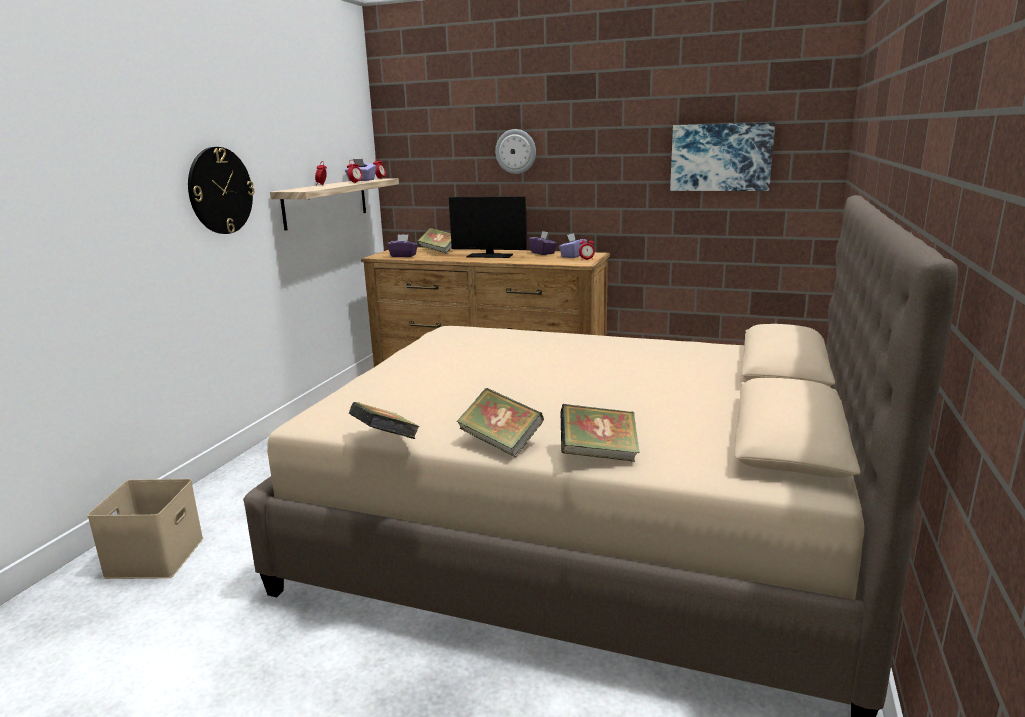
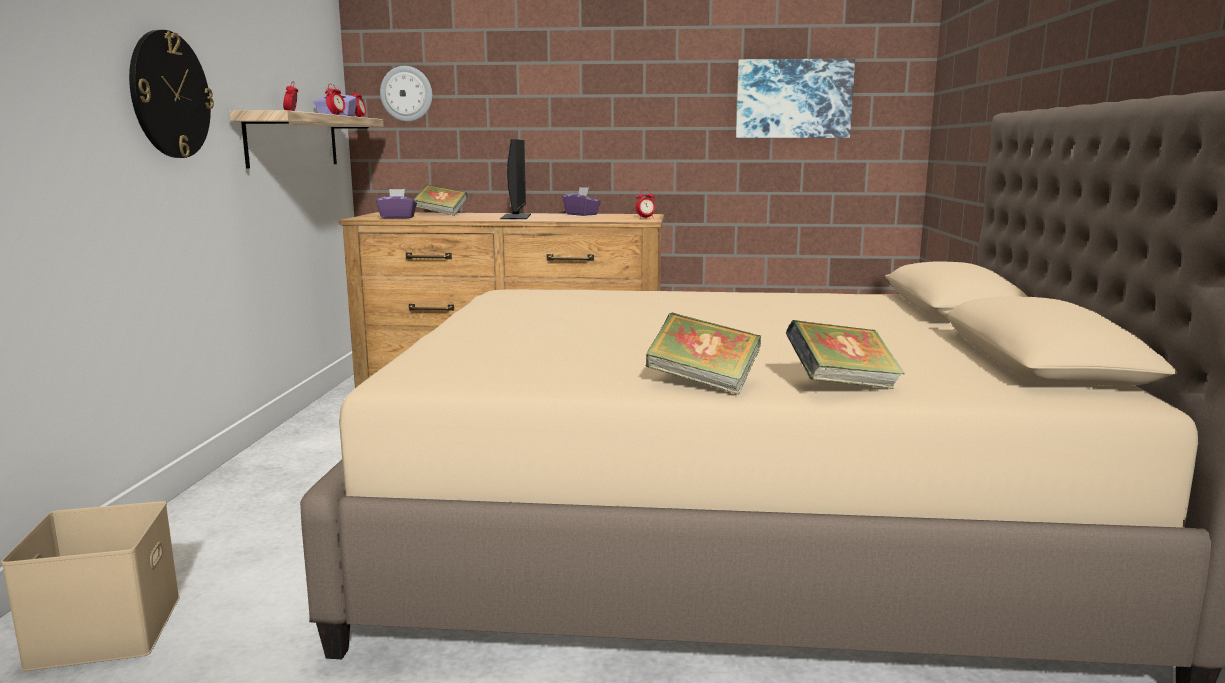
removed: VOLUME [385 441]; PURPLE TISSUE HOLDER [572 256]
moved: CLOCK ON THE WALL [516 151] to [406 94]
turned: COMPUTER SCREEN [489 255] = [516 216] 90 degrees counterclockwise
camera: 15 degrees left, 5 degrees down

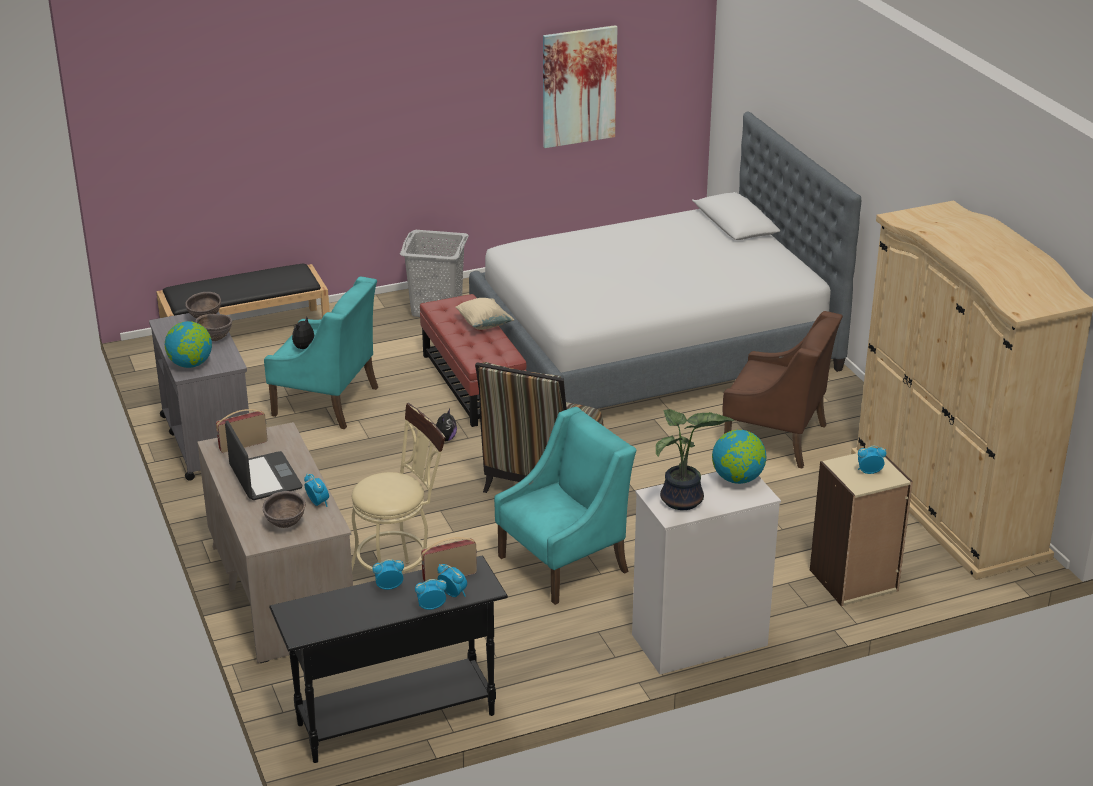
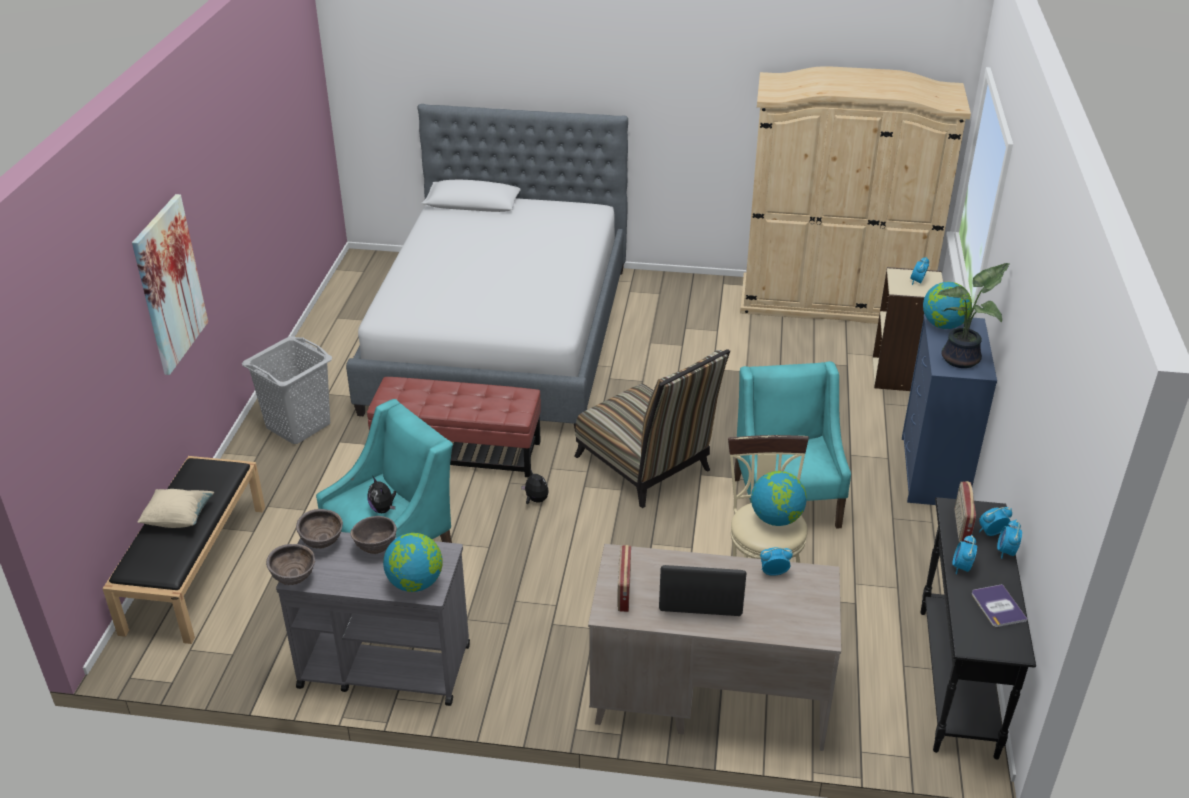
removed: BROWNISH ARMCHAIR [776 438]
added: DESK GLOBE [776 519]; VOLUME [998 606]
moved: BROWNISH DEEP DISH [285 525] to [294 579]; SAND-COLOURED PILLOW [484 324] to [178 519]; WALL ART [579 86] to [169 284]
recoloured: WHITISH DRESSER [698 640] to BLUE DRESSER [933 472]
camera: 60 degrees left, 5 degrees up

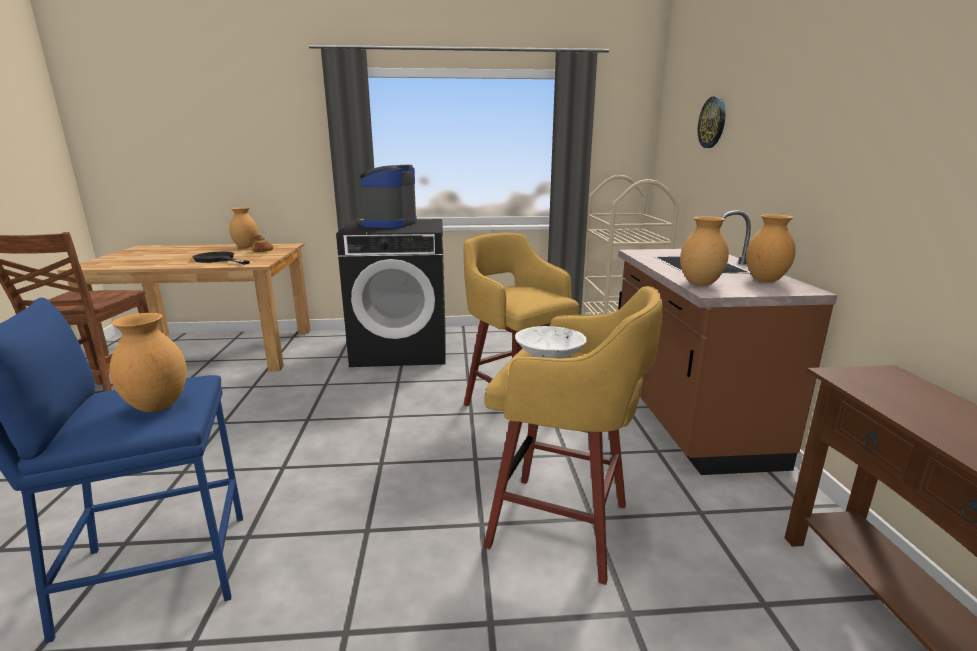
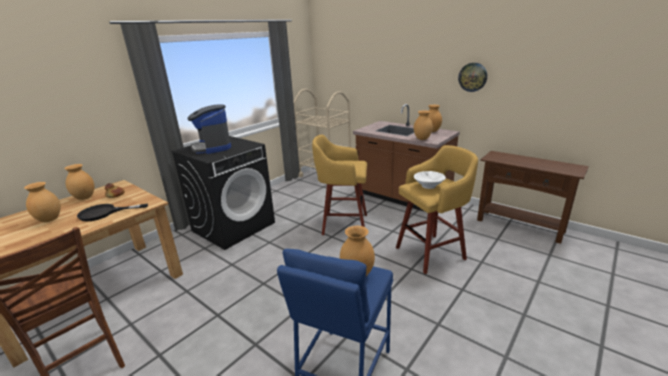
added: BROWNISH FLOWER VASE [50 219]
moved: CLOCK ON THE WALL [712 122] to [472 77]
camera: 45 degrees left, 5 degrees up

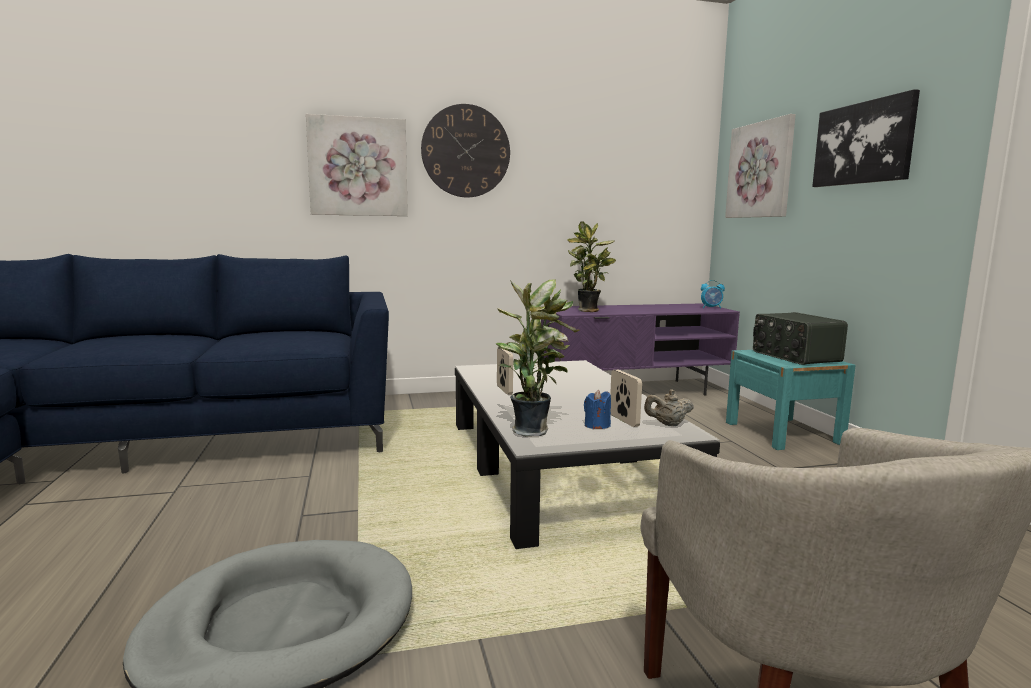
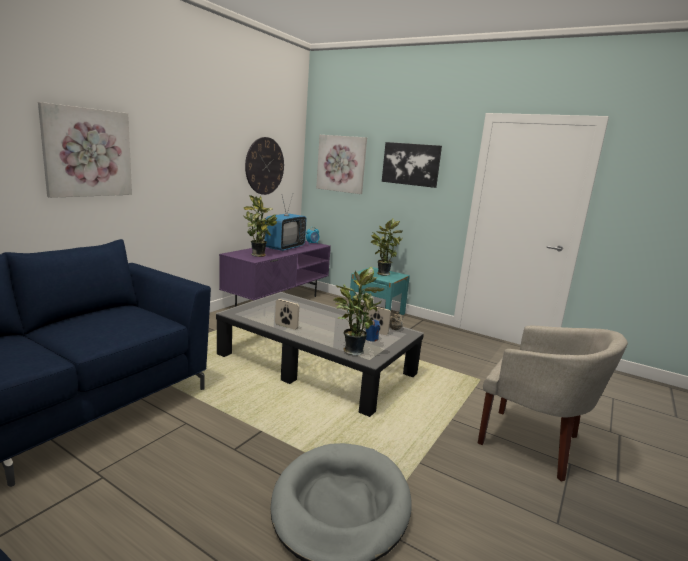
added: TELEVISION [284 248]
moved: CLOCK ON THE WALL [466 151] to [264 166]
replaced: RADIO SET [794 356] to HOUSEPLANT [382 273]
camera: 45 degrees left, 5 degrees up

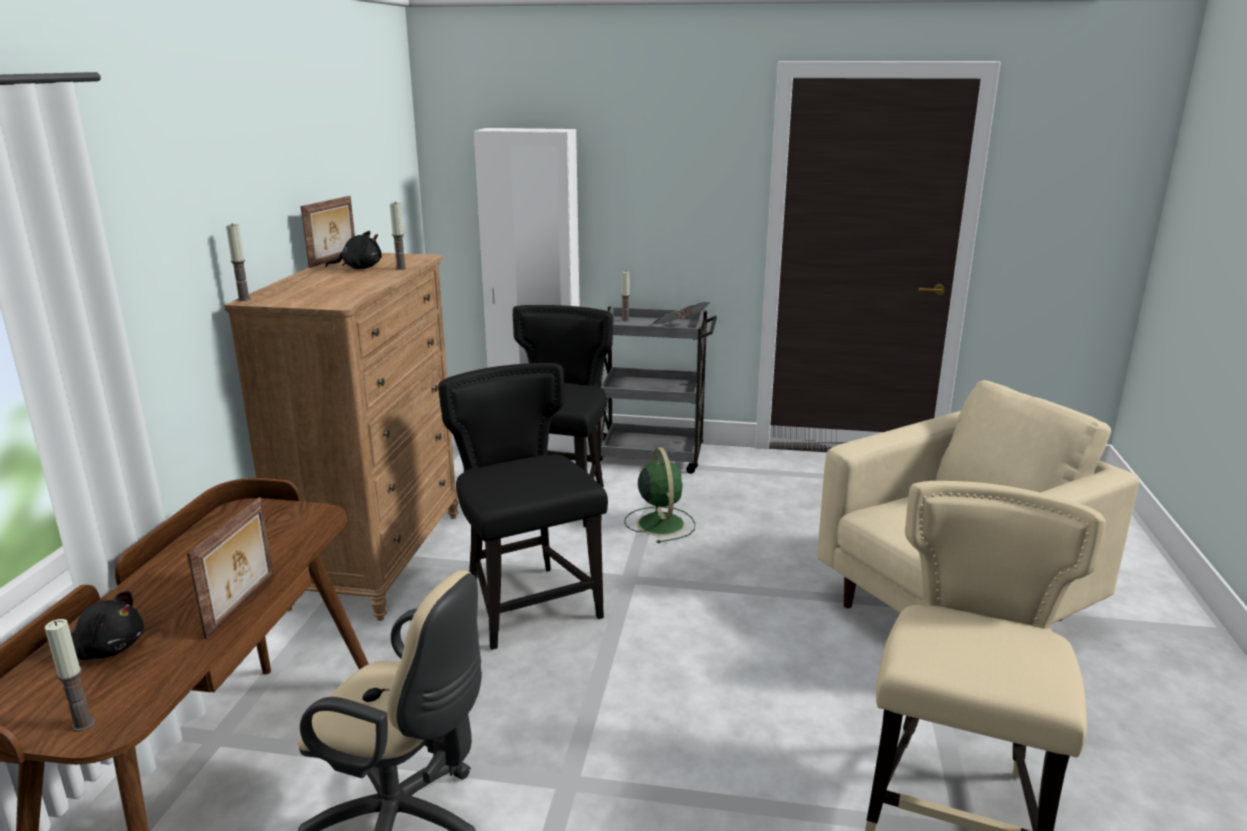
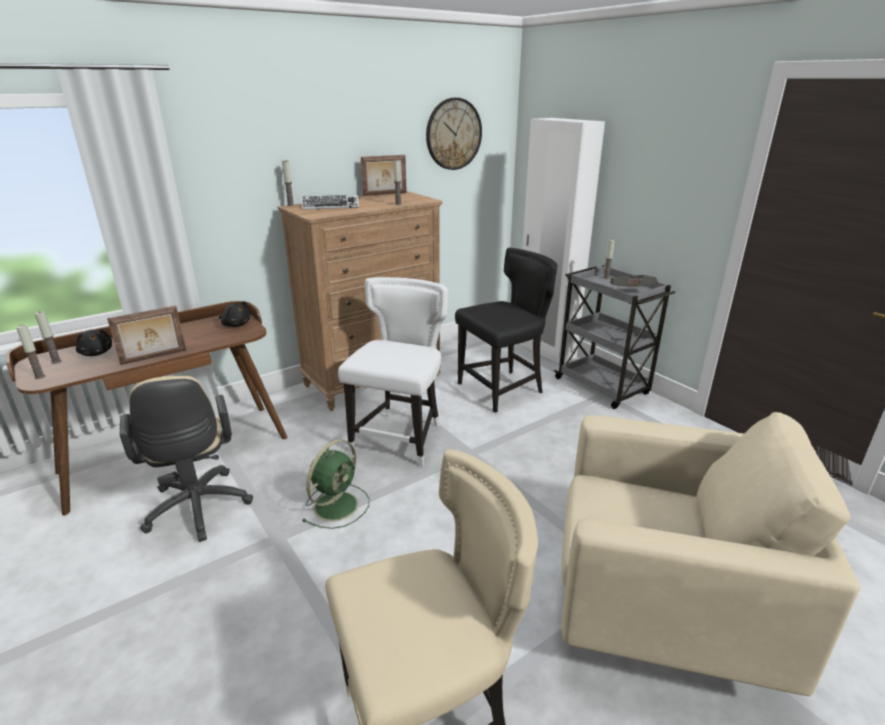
added: WAX LIGHT [56 361]; PC KEYBOARD [330 206]; CLOCK ON THE WALL [453 134]
moved: BLACKISH CUDDLY TOY [359 268] to [236 325]; GREEN-COLOURED COOLING FAN [660 523] to [337 504]
recoloured: BLACKISH CHAIR [528 603] to WHITISH CHAIR [400 438]
camera: 45 degrees right, 5 degrees up

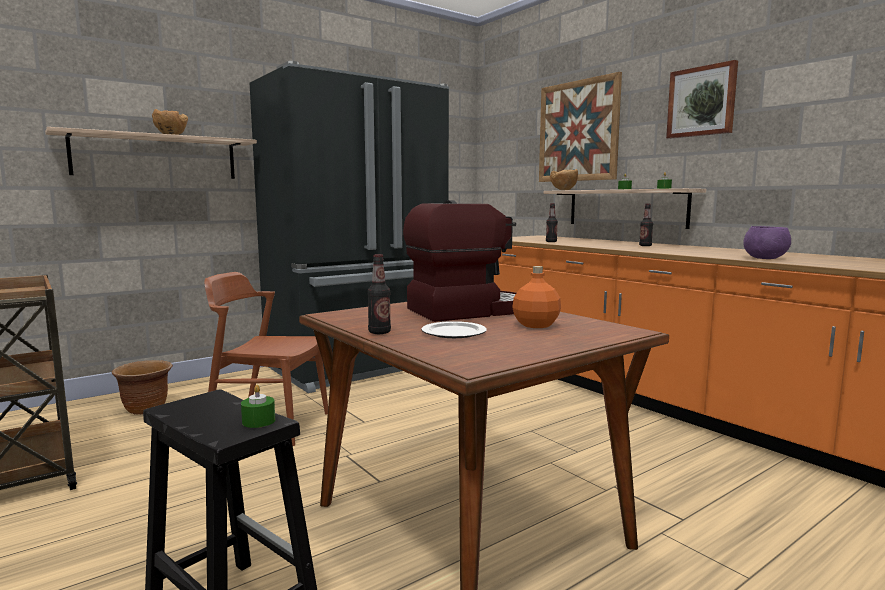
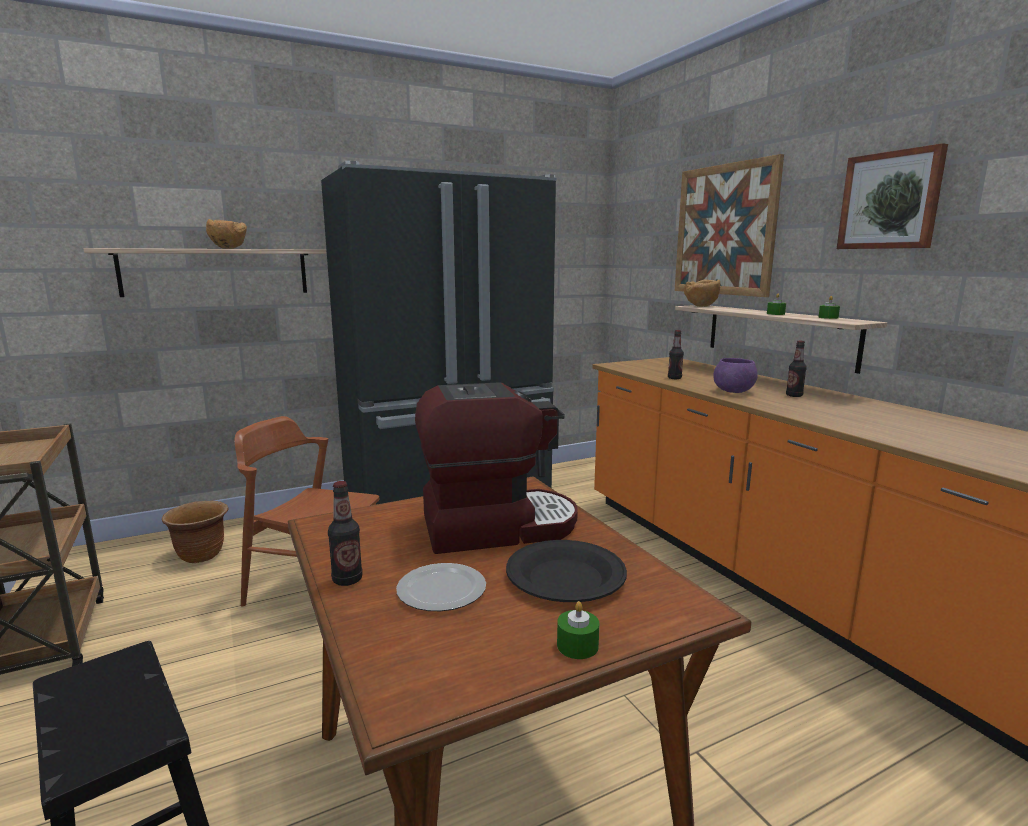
moved: GREEN-COLOURED WAX LIGHT [258 421] to [577 645]; PURPLE DEEP DISH [764 258] to [733 391]
replaced: ORANGE BOTTLE [536 325] to BLACKISH FLAT DISH [566 577]
camera: 10 degrees right, 5 degrees up

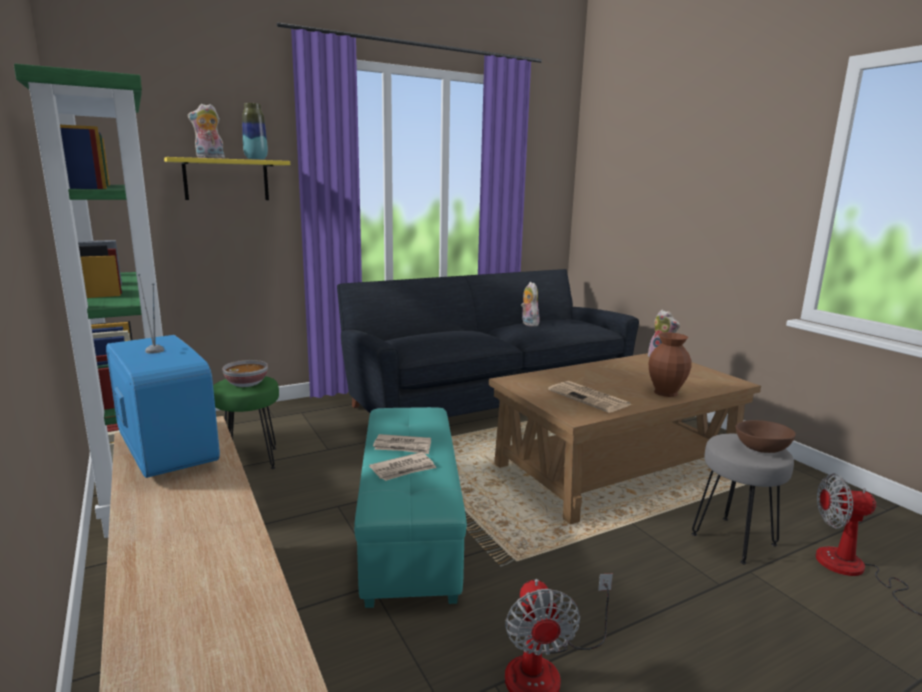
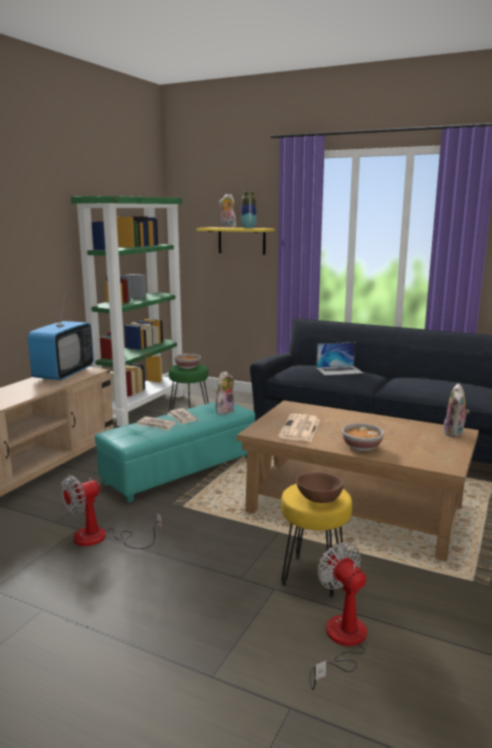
added: NOTEBOOK COMPUTER [339 370]
moved: CUDDLY TOY [528 324] to [224 410]
replaced: BROWNISH FLOWER VASE [666 393] to DEEP DISH [361 447]
recoloured: GREY STOOL [735 539] to YELLOW STOOL [314 576]
camera: 55 degrees right, 0 degrees up

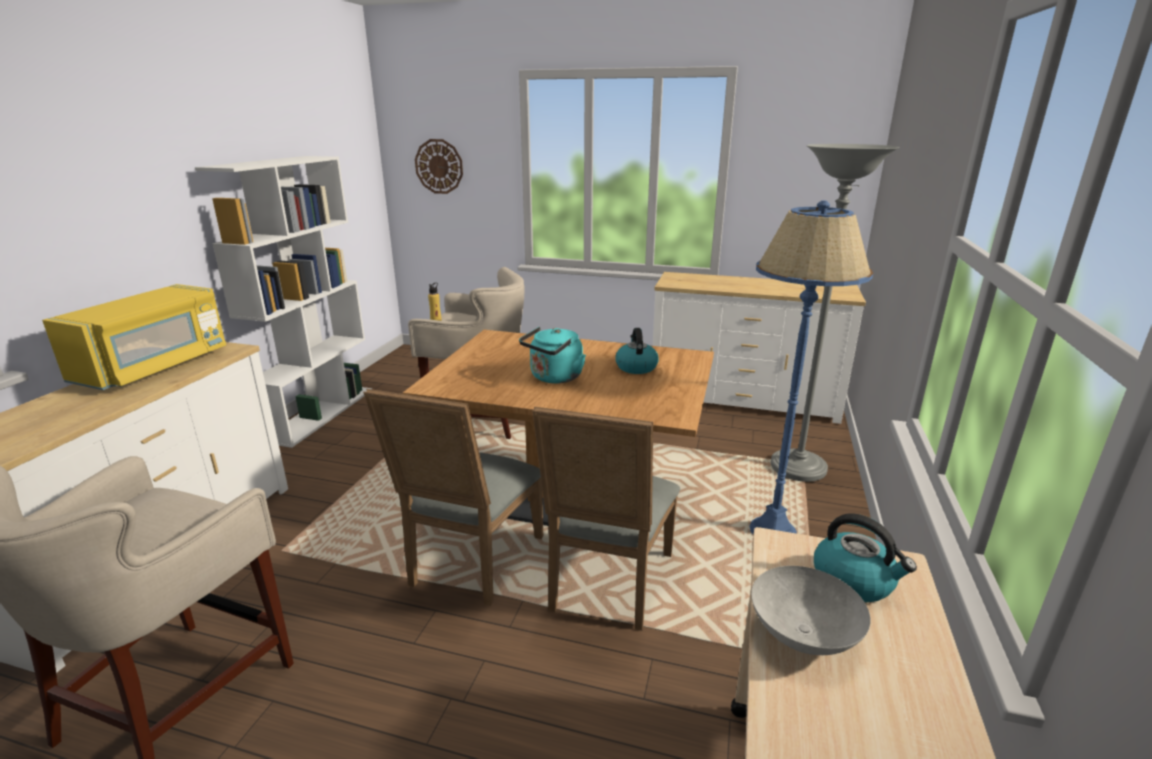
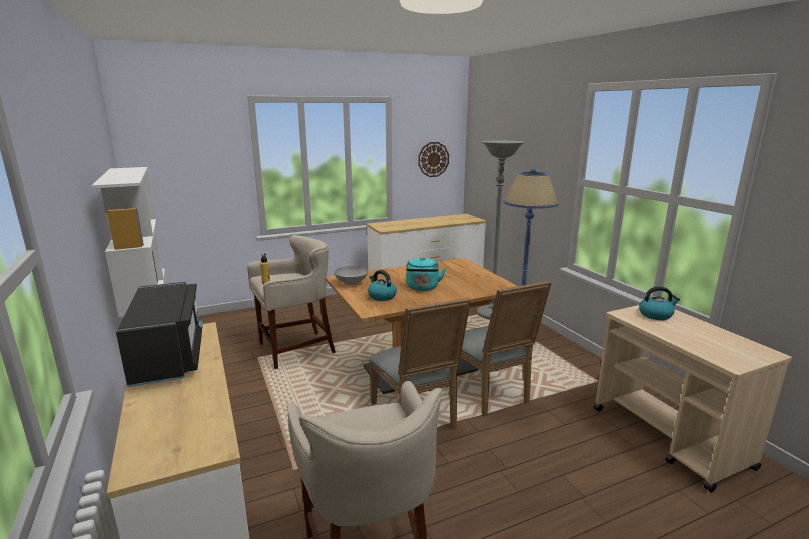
moved: CLOCK ON THE WALL [439 166] to [433 159]; TEA KETTLE [636 367] to [381 296]; GREY DEEP DISH [804 634] to [351 283]
recoloured: YELLOW MICROWAVE OVEN [155 366] to BLACKISH MICROWAVE OVEN [169 356]
camera: 40 degrees left, 5 degrees down

